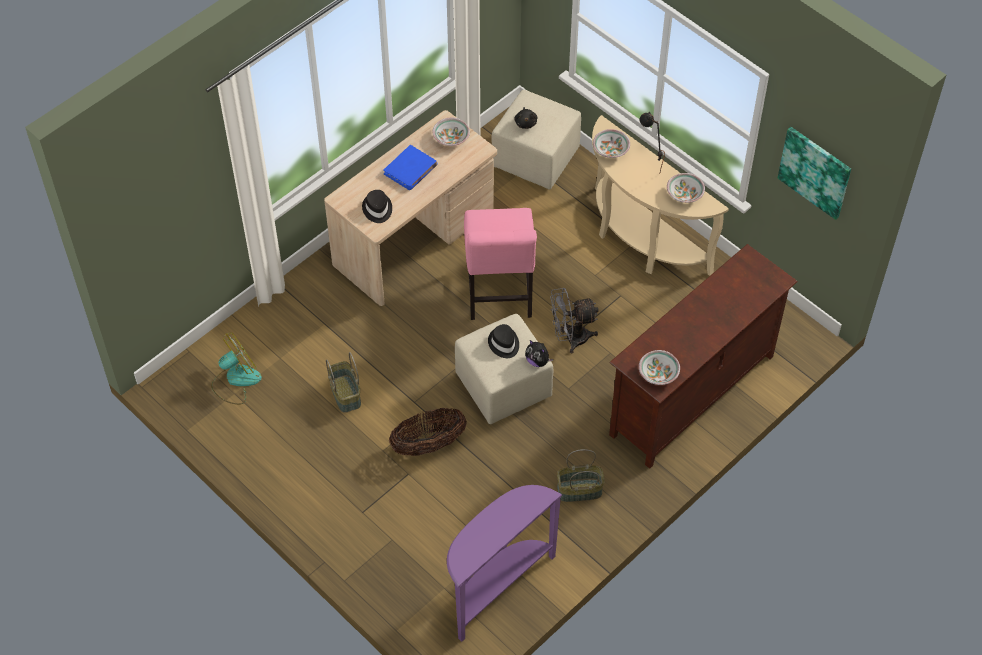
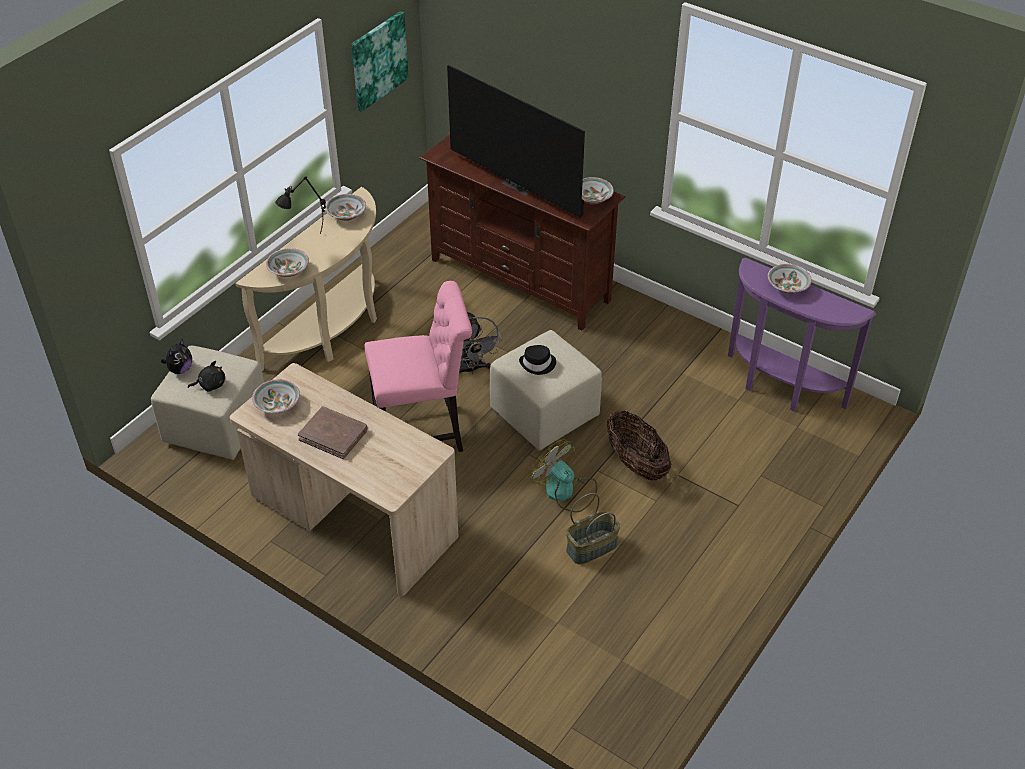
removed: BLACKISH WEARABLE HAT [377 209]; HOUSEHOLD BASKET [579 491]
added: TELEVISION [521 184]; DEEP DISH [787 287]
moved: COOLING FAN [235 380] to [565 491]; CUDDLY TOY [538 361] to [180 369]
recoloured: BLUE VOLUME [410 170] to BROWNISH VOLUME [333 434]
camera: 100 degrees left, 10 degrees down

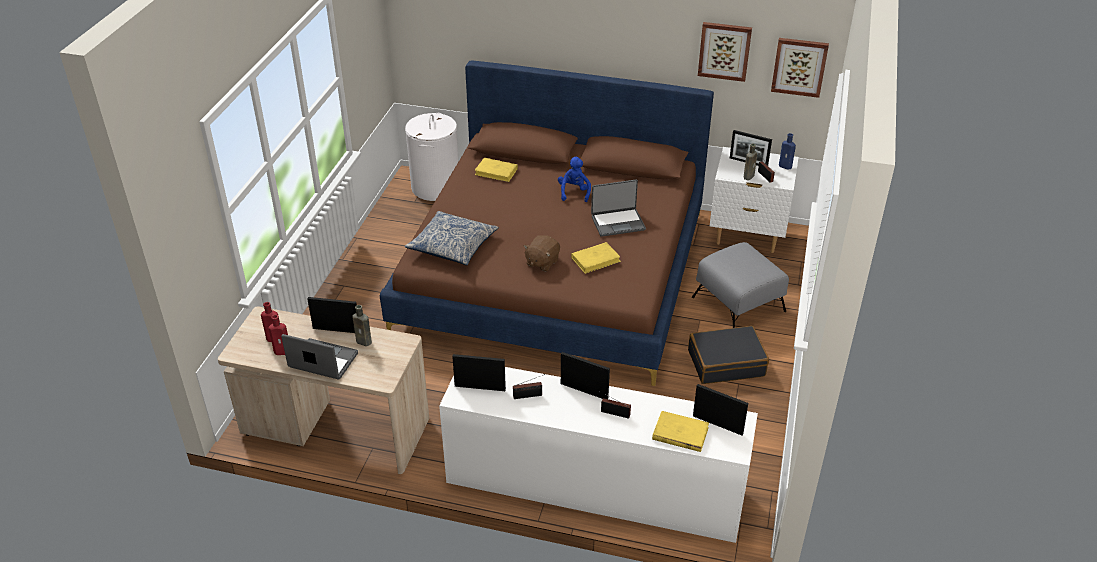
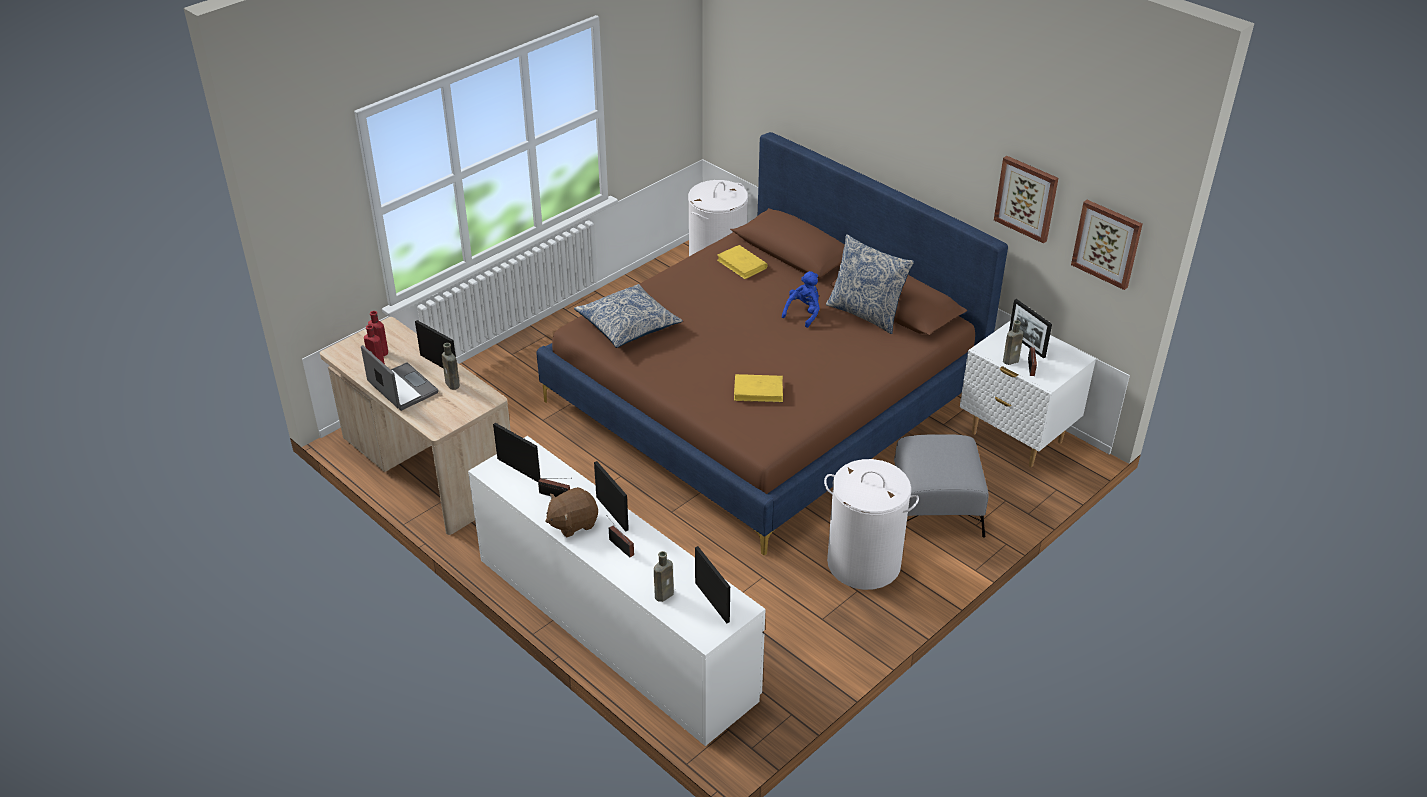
removed: NOTEBOOK COMPUTER [618 222]; BLUE BOTTLE [786 166]
added: PILLOW [866 313]
moved: BROWNISH CUDDLY TOY [542 262] to [573 523]
replaced: YELLOW VOLUME [680 434] to BROWNISH BOTTLE [665 594]; BLACKISH TRAVEL CASE [726 363] to WHITISH HAMPER [863 564]
camera: 30 degrees right, 0 degrees up

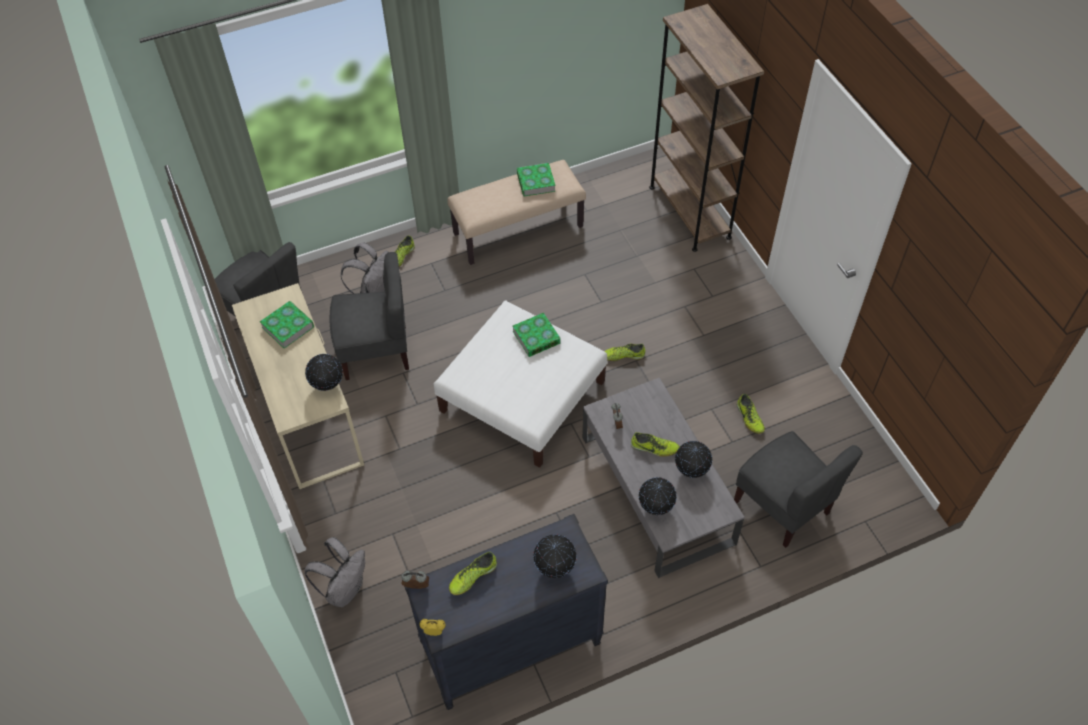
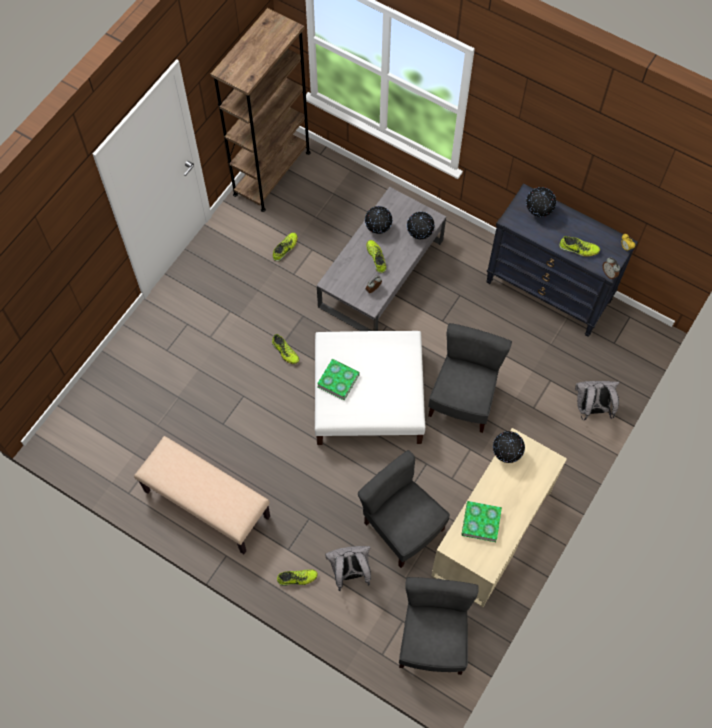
removed: VOLUME [536 182]
moved: BROWNISH BOOKCASE [689 212] to [272 173]; GREY CHAIR [783 506] to [463 400]
camera: 125 degrees left, 10 degrees up

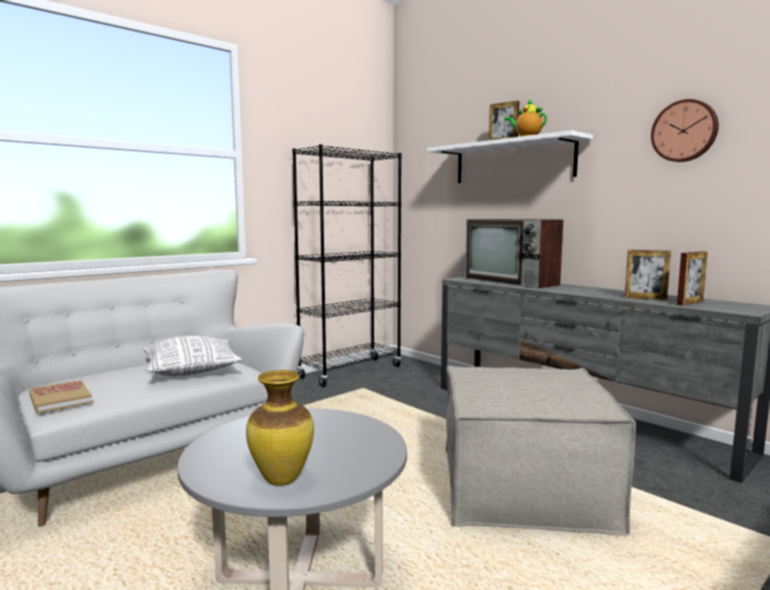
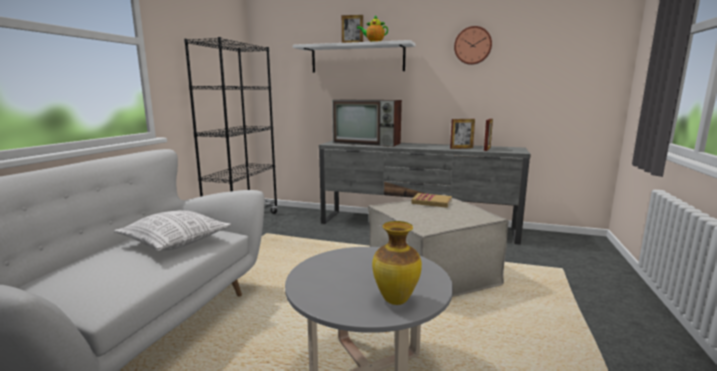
moved: VOLUME [60 399] to [431 202]
camera: 30 degrees left, 5 degrees up

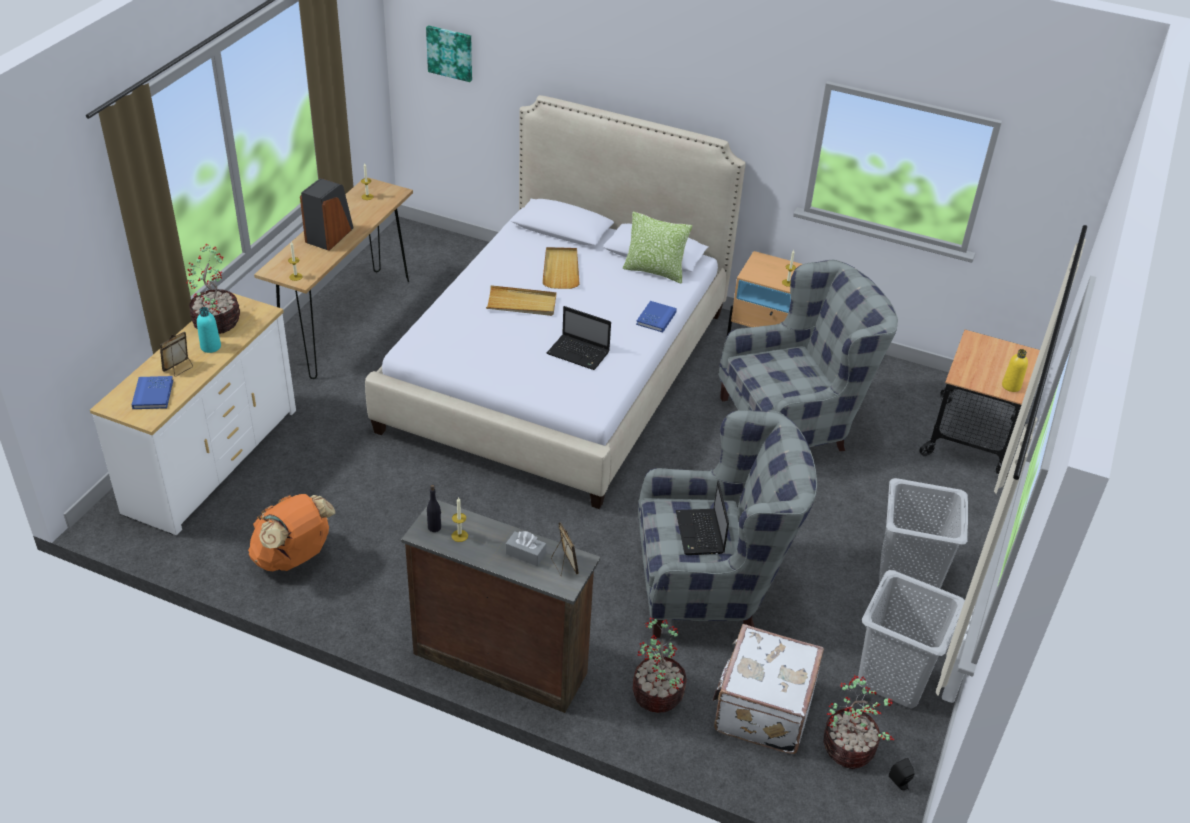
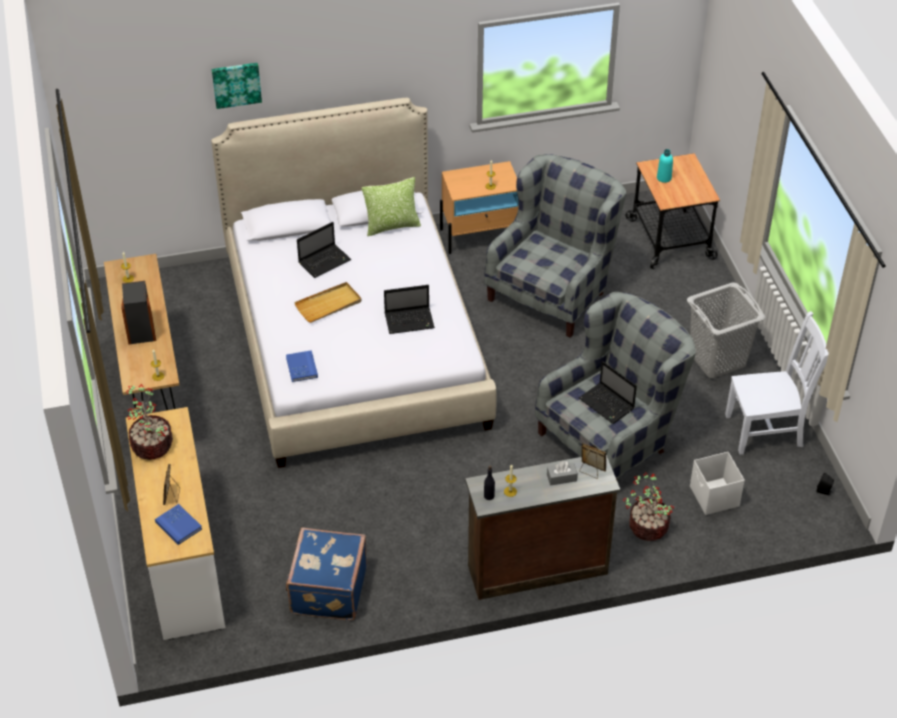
removed: HOUSEPLANT [850 748]; YELLOW BOTTLE [1011 386]
moved: TURQUOISE BOTTLE [210 347] to [664 178]; WALL ART [450 52] to [236 84]; BLUE VOLUME [656 318] to [302 367]
replaced: ORANGE RUCKSACK [294 558] to BLUE TRAVEL CASE [327 590]; SAND-COLOURED SERVING TRAY [561 270] to NOTEBOOK COMPUTER [325 261]; WHITISH TRAVEL CASE [762 709] to WHITISH STORAGE CONTAINER [714 497]; GREY HAMPER [894 677] to WHITISH CHAIR [767 430]
camera: 35 degrees left, 5 degrees up

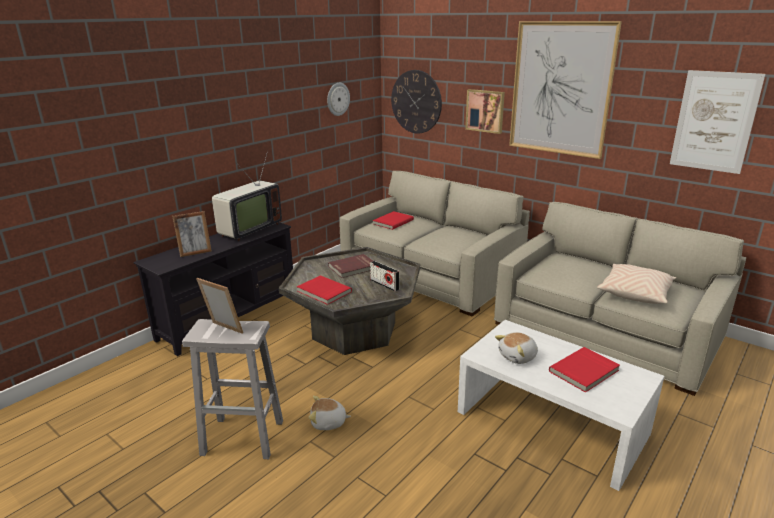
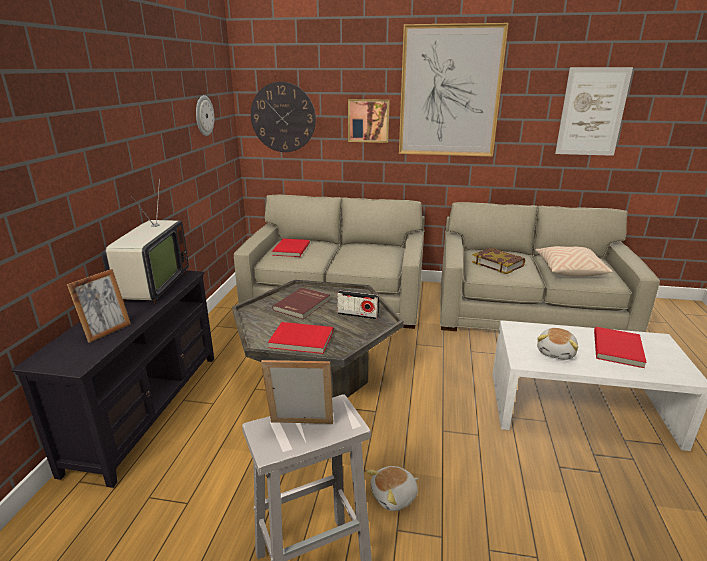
added: VOLUME [498 264]
camera: 30 degrees left, 0 degrees up

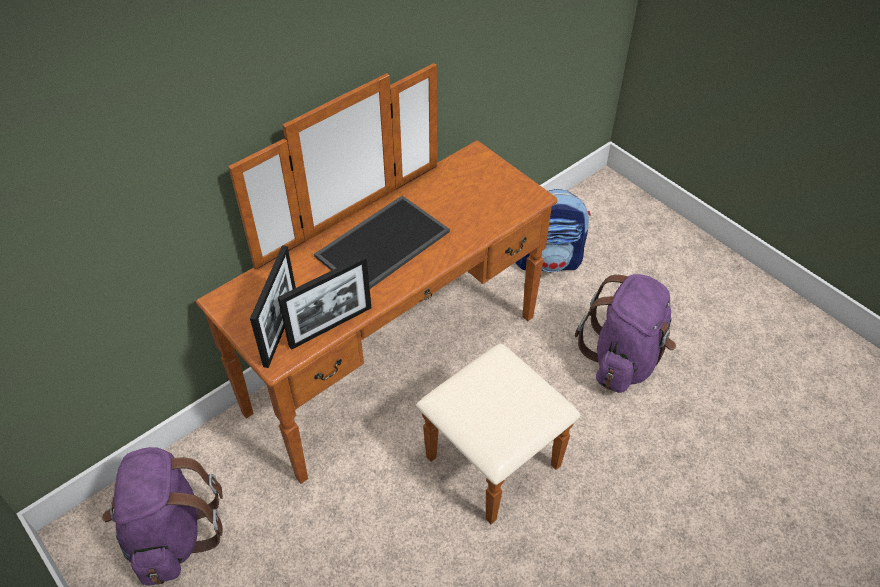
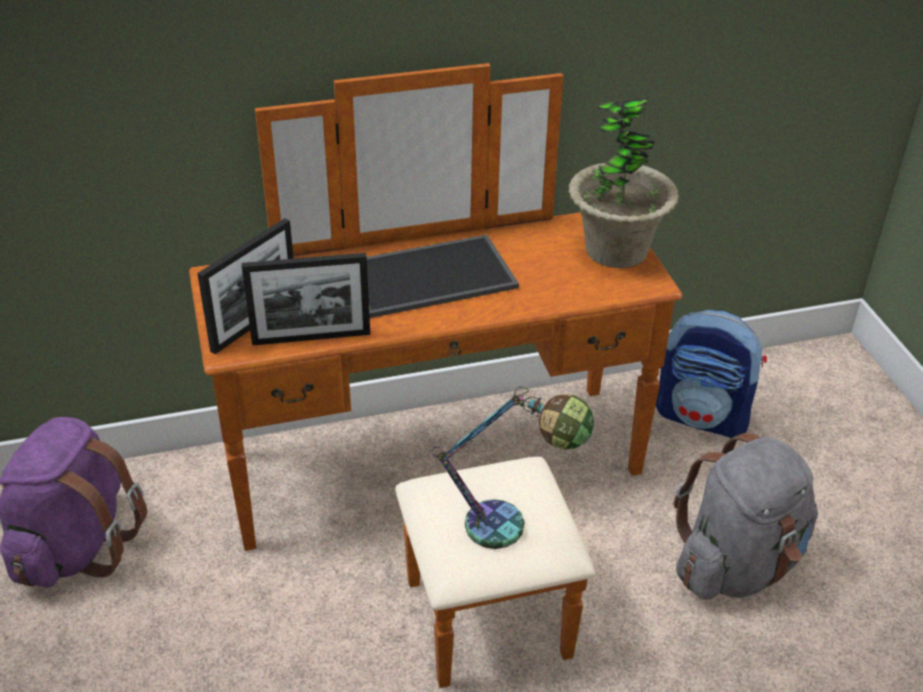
added: TABLETOP LAMP [512 530]; HOUSEPLANT [616 250]
recoloured: PURPLE RUCKSACK [623 359] to GREY RUCKSACK [737 565]
camera: 25 degrees right, 10 degrees down

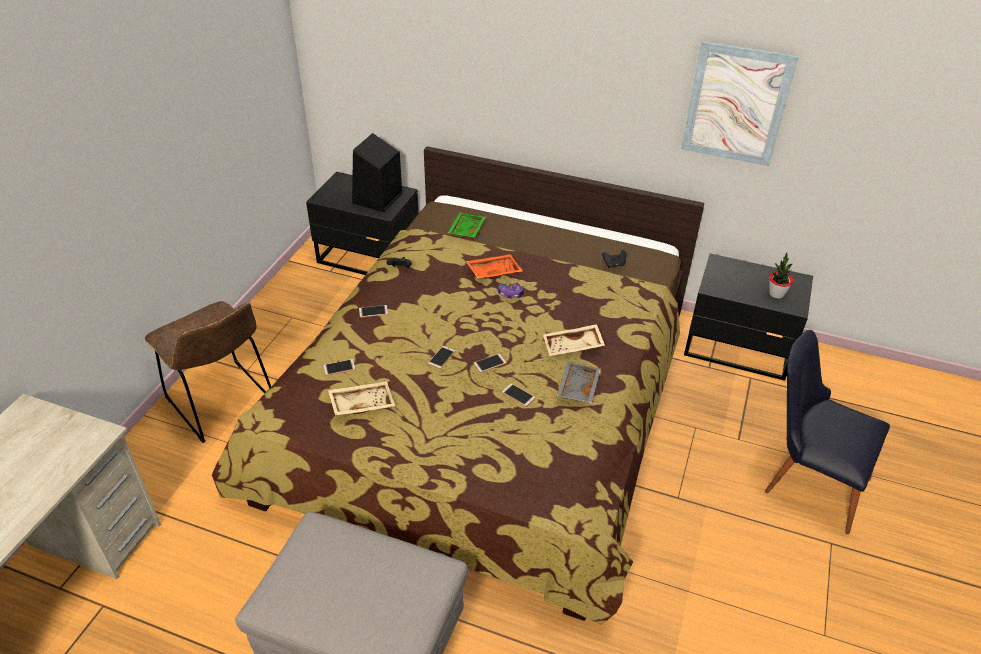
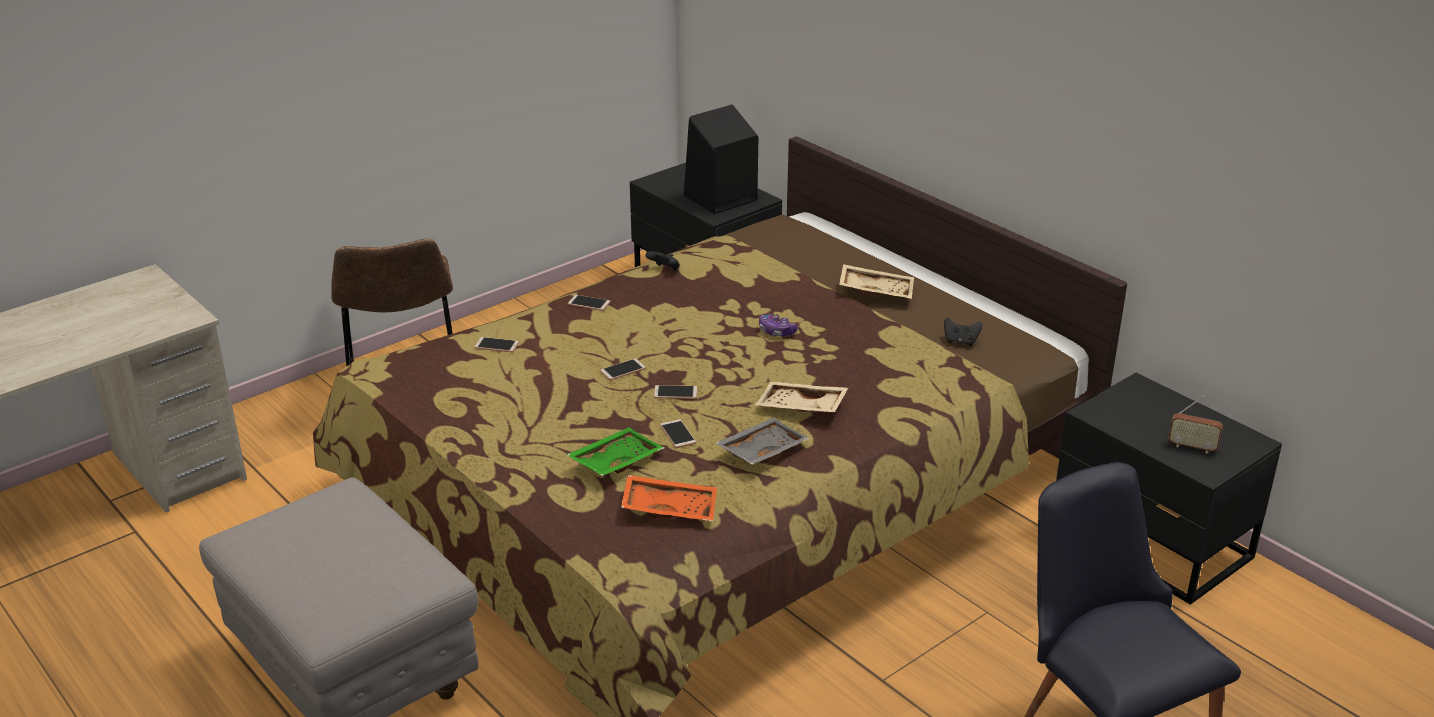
removed: WALL ART [736 104]
moved: SAND-COLOURED SERVING TRAY [362 403] to [876 290]; GREEN-COLOURED SERVING TRAY [465 230] to [615 461]; ORANGE SERVING TRAY [493 271] to [670 507]
replaced: HOUSEPLANT [776 294] to RADIO SET [1192 447]
camera: 30 degrees right, 10 degrees down

